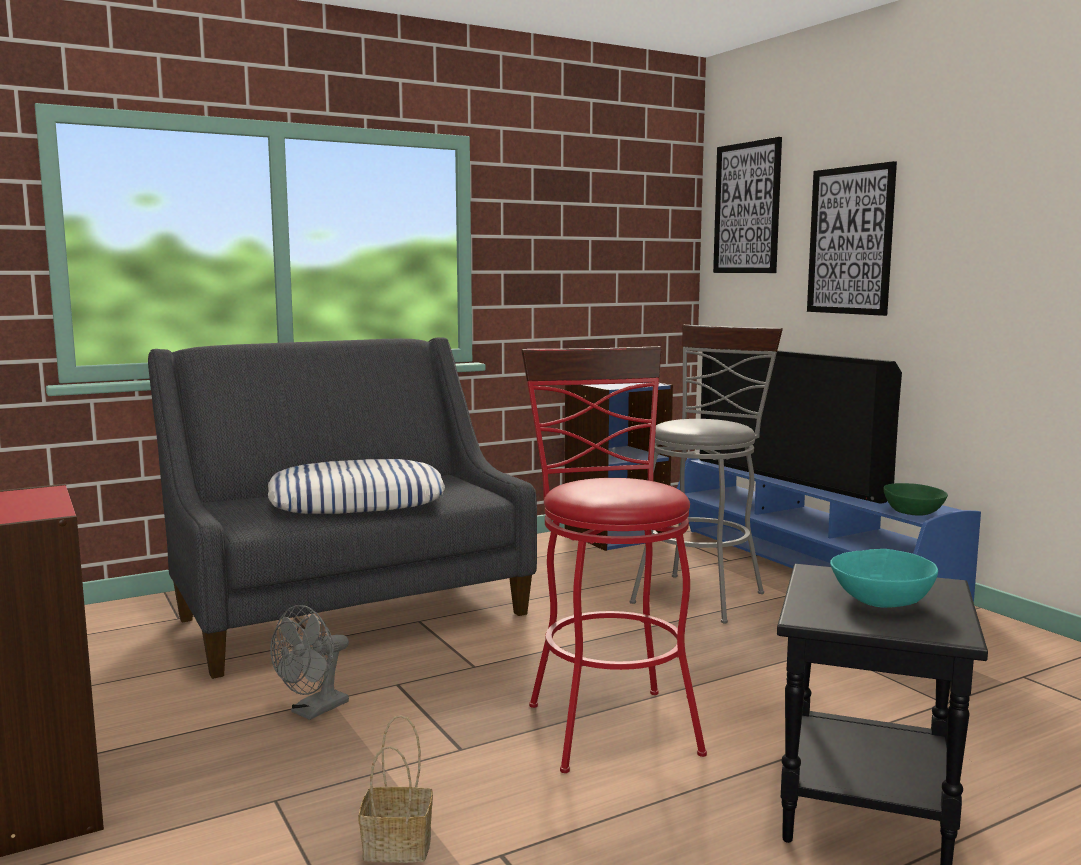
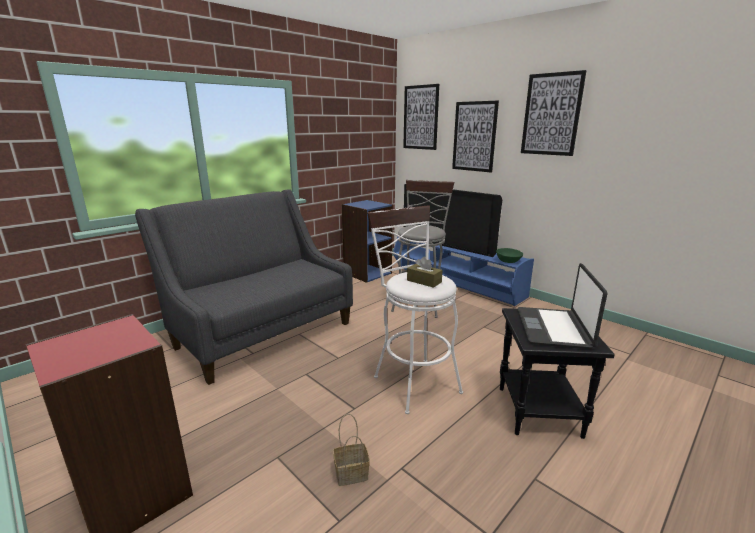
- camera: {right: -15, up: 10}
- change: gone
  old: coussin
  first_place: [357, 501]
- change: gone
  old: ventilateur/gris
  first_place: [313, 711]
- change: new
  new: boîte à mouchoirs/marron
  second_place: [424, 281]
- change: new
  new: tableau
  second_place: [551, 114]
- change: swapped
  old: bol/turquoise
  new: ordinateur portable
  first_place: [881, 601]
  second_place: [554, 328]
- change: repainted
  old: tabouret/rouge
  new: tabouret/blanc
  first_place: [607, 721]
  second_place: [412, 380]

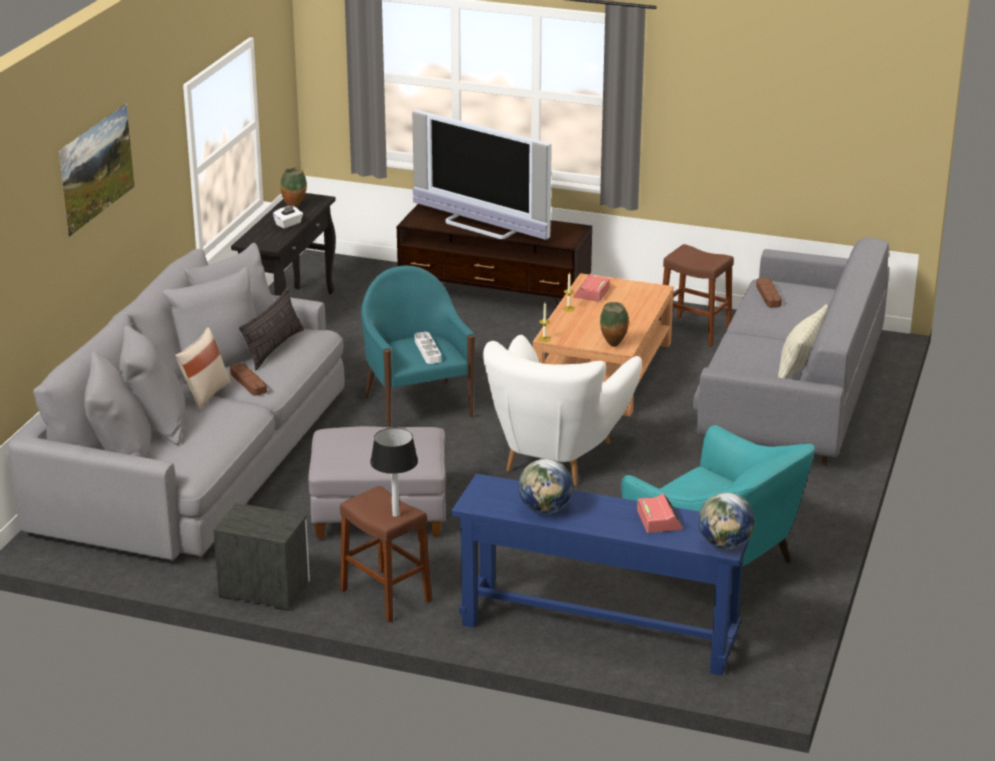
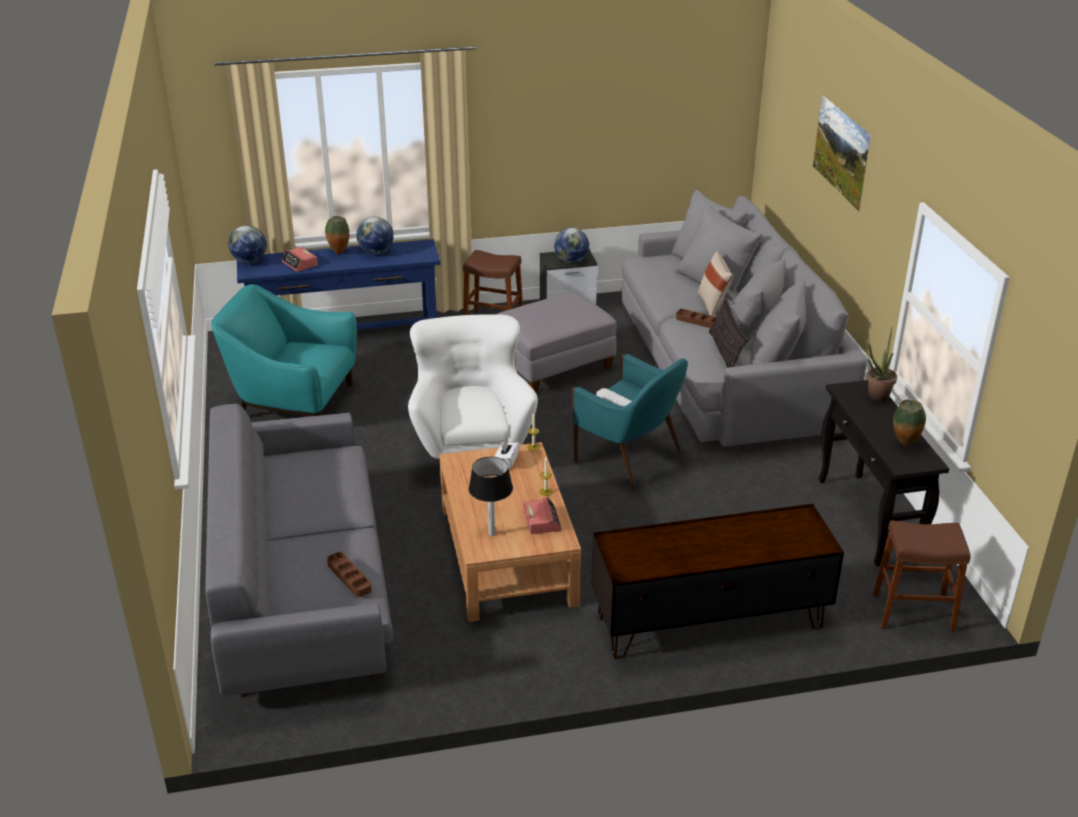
- camera: {right: 150, up: 5}
- change: gone
  old: téléviseur
  first_place: [482, 226]
- change: gone
  old: coussin
  first_place: [800, 367]
- change: new
  new: globe
  second_place: [571, 261]
- change: new
  new: plante en pot
  second_place: [875, 397]
- change: shifted
  old: boîte à mouchoirs/blanc
  first_place: [288, 224]
  second_place: [506, 461]
- change: shifted
  old: lampe de table
  first_place: [395, 515]
  second_place: [491, 533]
- change: shifted
  old: vase
  first_place: [613, 346]
  second_place: [339, 252]
- change: shifted
  old: tabouret/marron
  first_place: [694, 331]
  second_place: [913, 612]

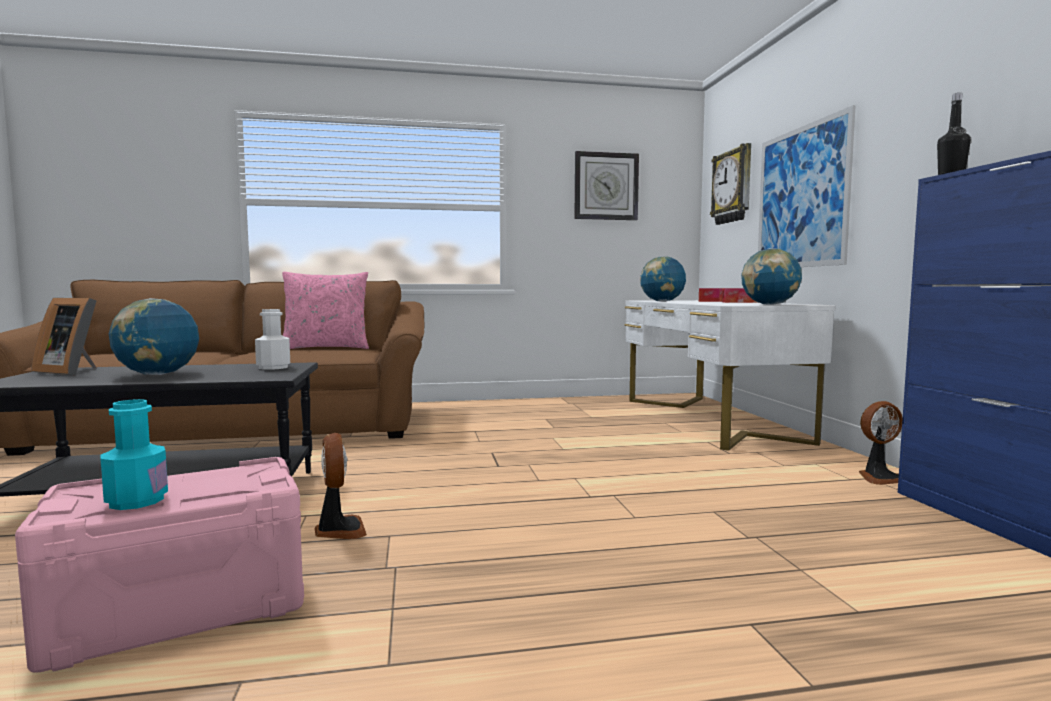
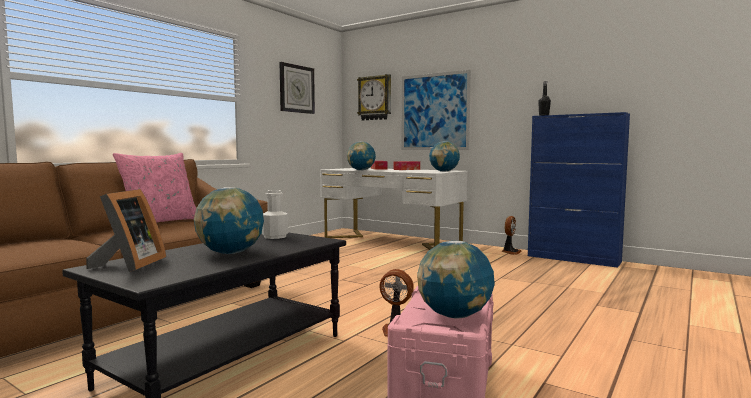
- camera: {right: -45, up: 0}
- change: swapped
  old: bouteille/turquoise
  new: globe
  first_place: [136, 501]
  second_place: [454, 315]
- change: rotated
  old: cadre photo
  first_place: [73, 371]
  second_place: [129, 265]
  degrees: -60

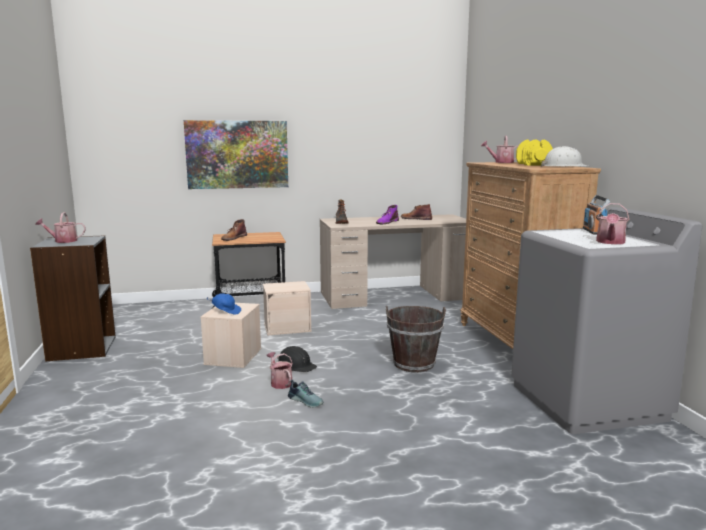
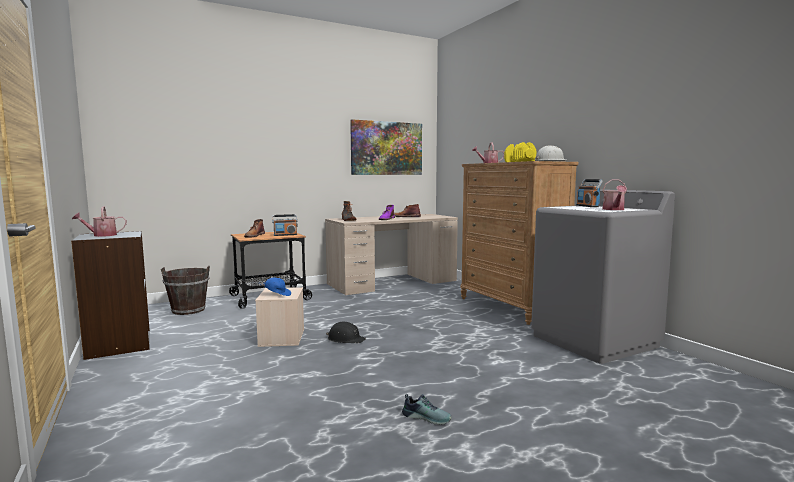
- camera: {right: -15, up: -5}
- change: gone
  old: boîte de rangement/beige
  first_place: [287, 327]
- change: gone
  old: arrosoir
  first_place: [280, 382]
- change: new
  new: radio
  second_place: [285, 235]
- change: shifted
  old: tableau
  first_place: [237, 154]
  second_place: [387, 148]
- change: shifted
  old: chaussure
  first_place: [306, 401]
  second_place: [427, 417]
- change: shifted
  old: seau/marron
  first_place: [413, 364]
  second_place: [188, 310]

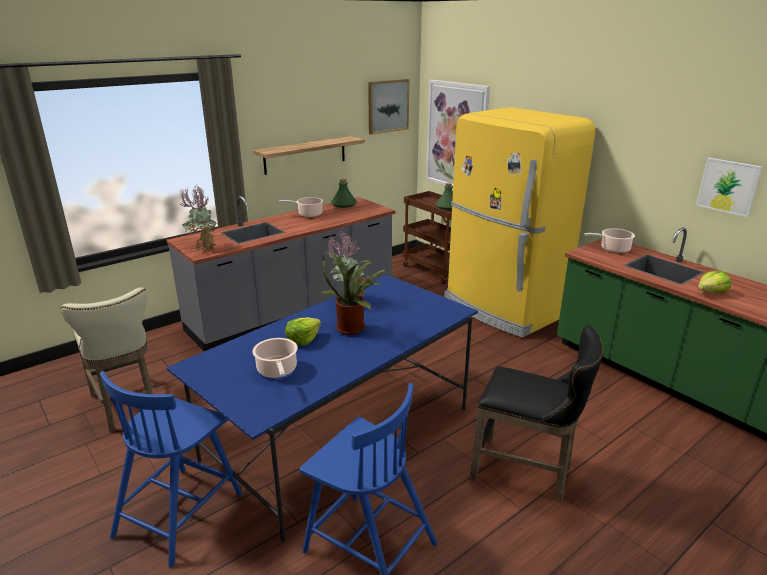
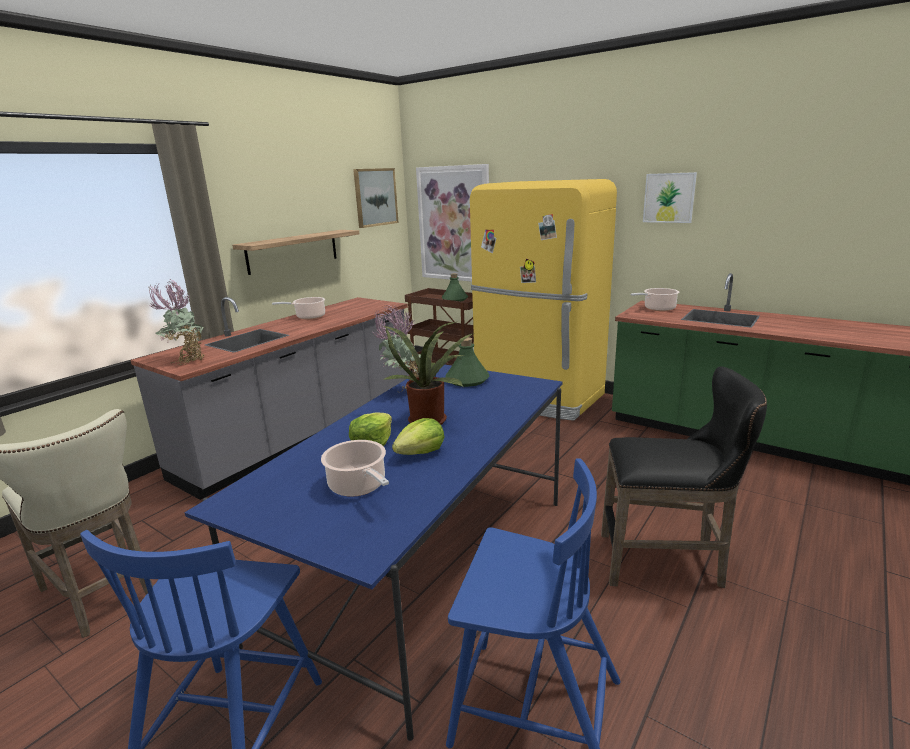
- camera: {right: -15, up: -5}
- change: shifted
  old: bouteille/vert
  first_place: [343, 204]
  second_place: [467, 380]
- change: shifted
  old: tableau
  first_place: [728, 186]
  second_place: [669, 198]
- change: shifted
  old: laitue
  first_place: [711, 292]
  second_place: [421, 452]

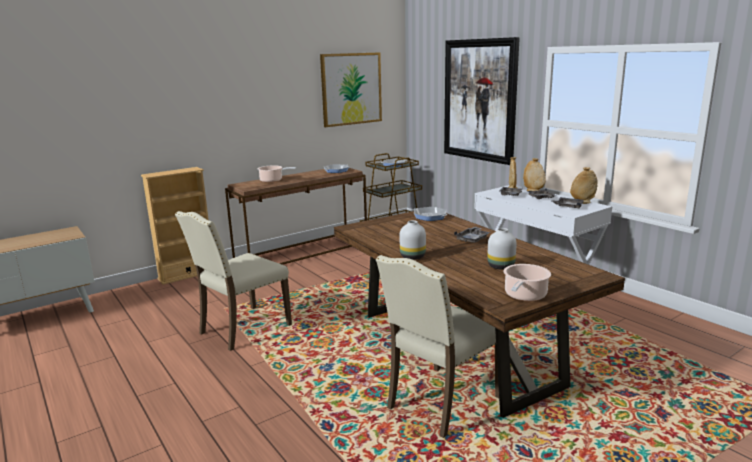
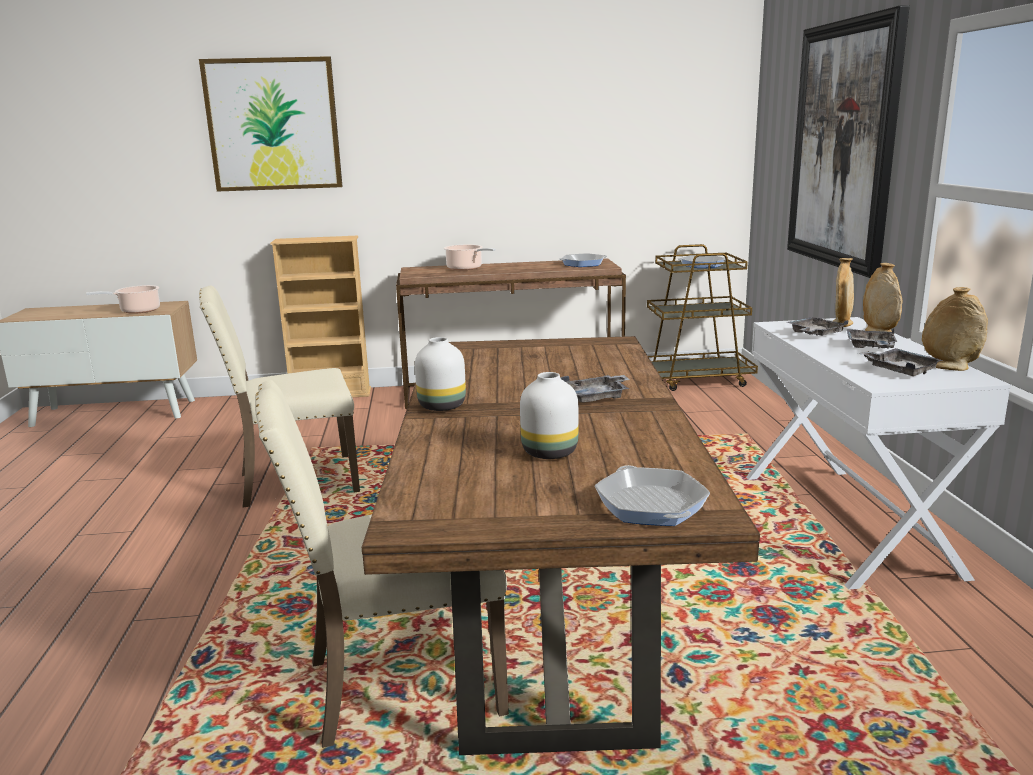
- camera: {right: 30, up: 0}
- change: shifted
  old: tableau
  first_place: [351, 89]
  second_place: [273, 125]
- change: shifted
  old: poêle
  first_place: [430, 216]
  second_place: [651, 505]
- change: shifted
  old: marmite
  first_place: [524, 296]
  second_place: [137, 311]

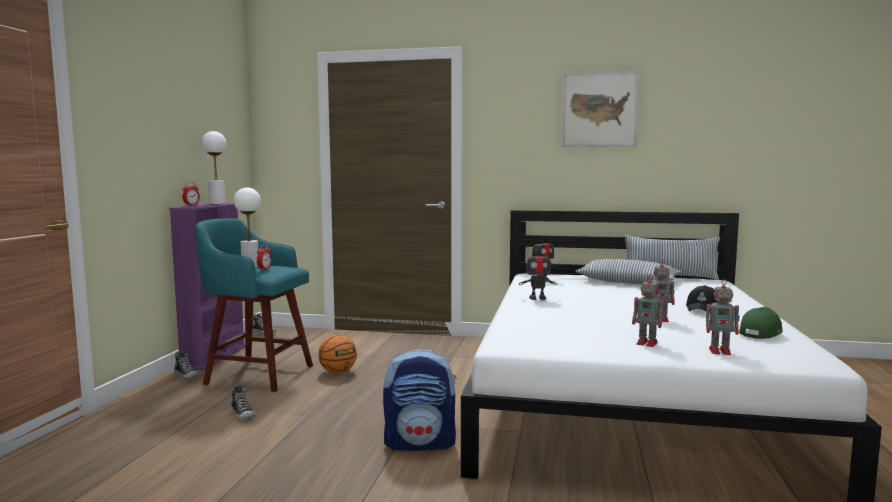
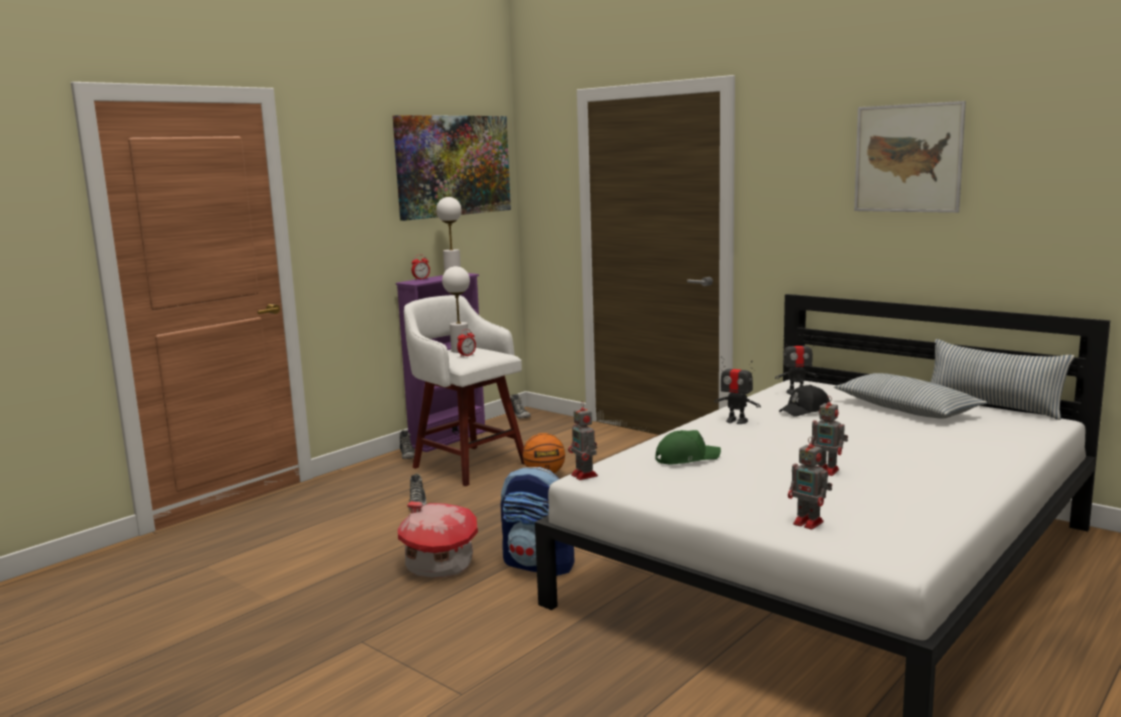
- camera: {right: 30, up: 5}
- change: new
  new: tableau
  second_place: [453, 166]
- change: new
  new: maison miniature
  second_place: [438, 566]
- change: shifted
  old: robot jouet
  first_place: [648, 343]
  second_place: [585, 476]
- change: shifted
  old: casquette/noir
  first_place: [703, 308]
  second_place: [805, 410]
- change: shifted
  old: casquette/vert
  first_place: [760, 332]
  second_place: [686, 458]
- change: repainted
  old: tabouret/turquoise
  new: tabouret/blanc
  first_place: [257, 374]
  second_place: [468, 464]

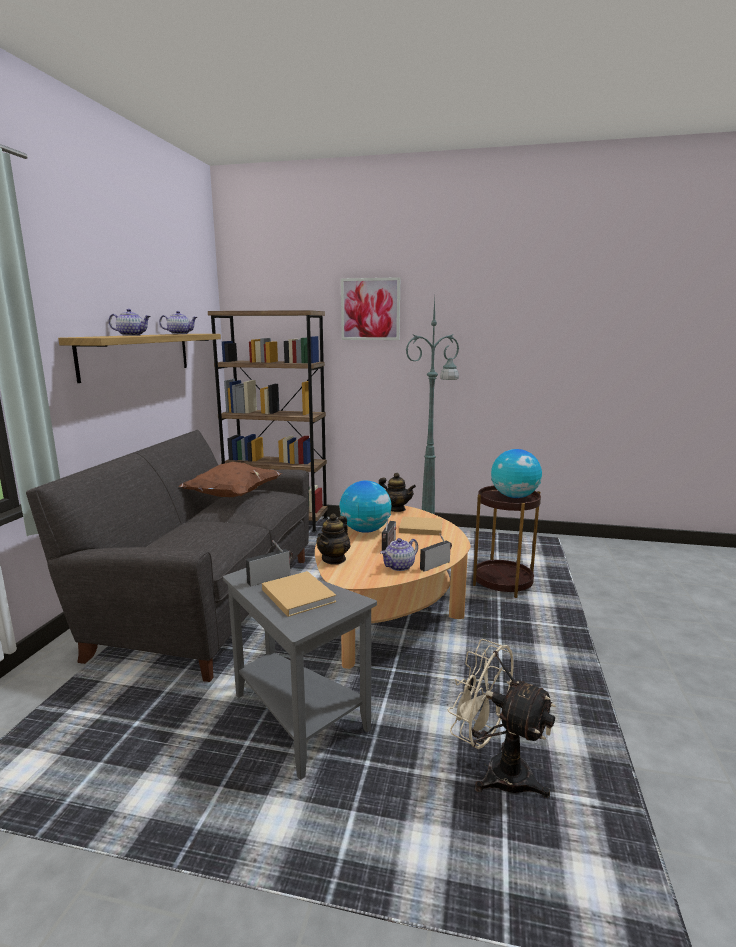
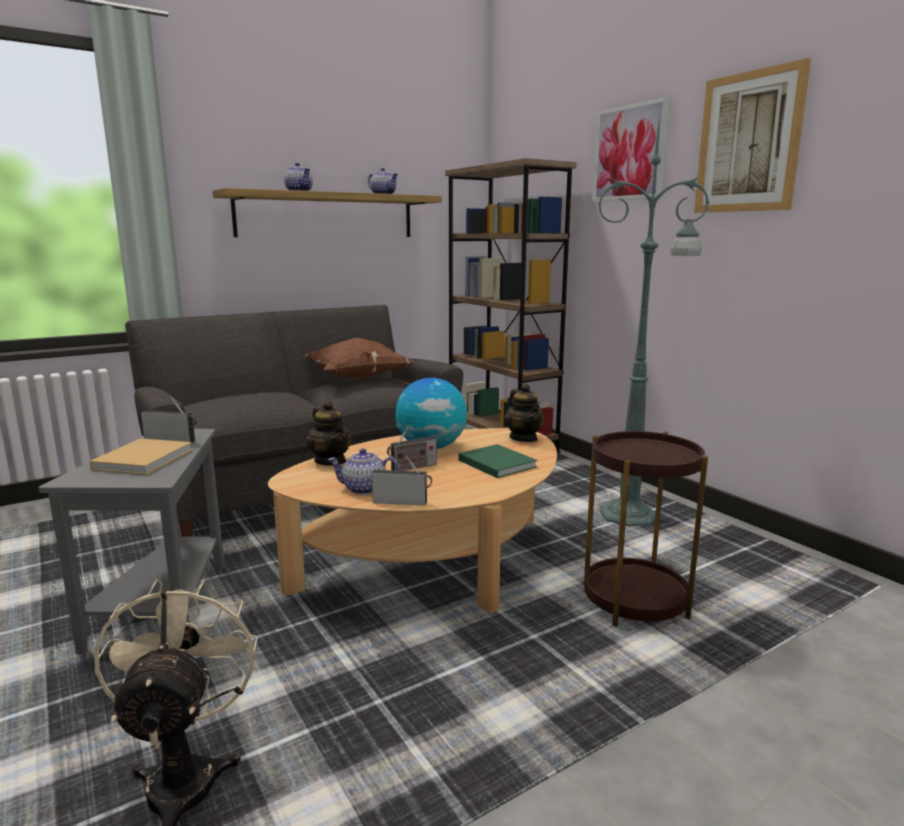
- camera: {right: 45, up: 0}
- change: gone
  old: globe
  first_place: [514, 497]
- change: new
  new: tableau
  second_place: [748, 142]
- change: repainted
  old: livre/beige
  new: livre/vert
  first_place: [419, 527]
  second_place: [495, 463]
- change: rotated
  old: théière
  first_place: [334, 559]
  second_place: [330, 461]
  degrees: -105

